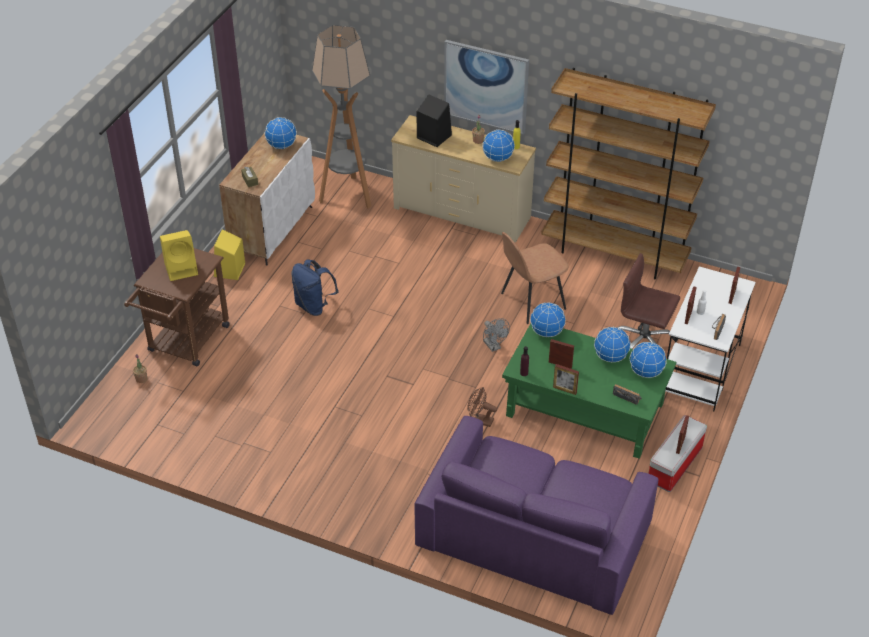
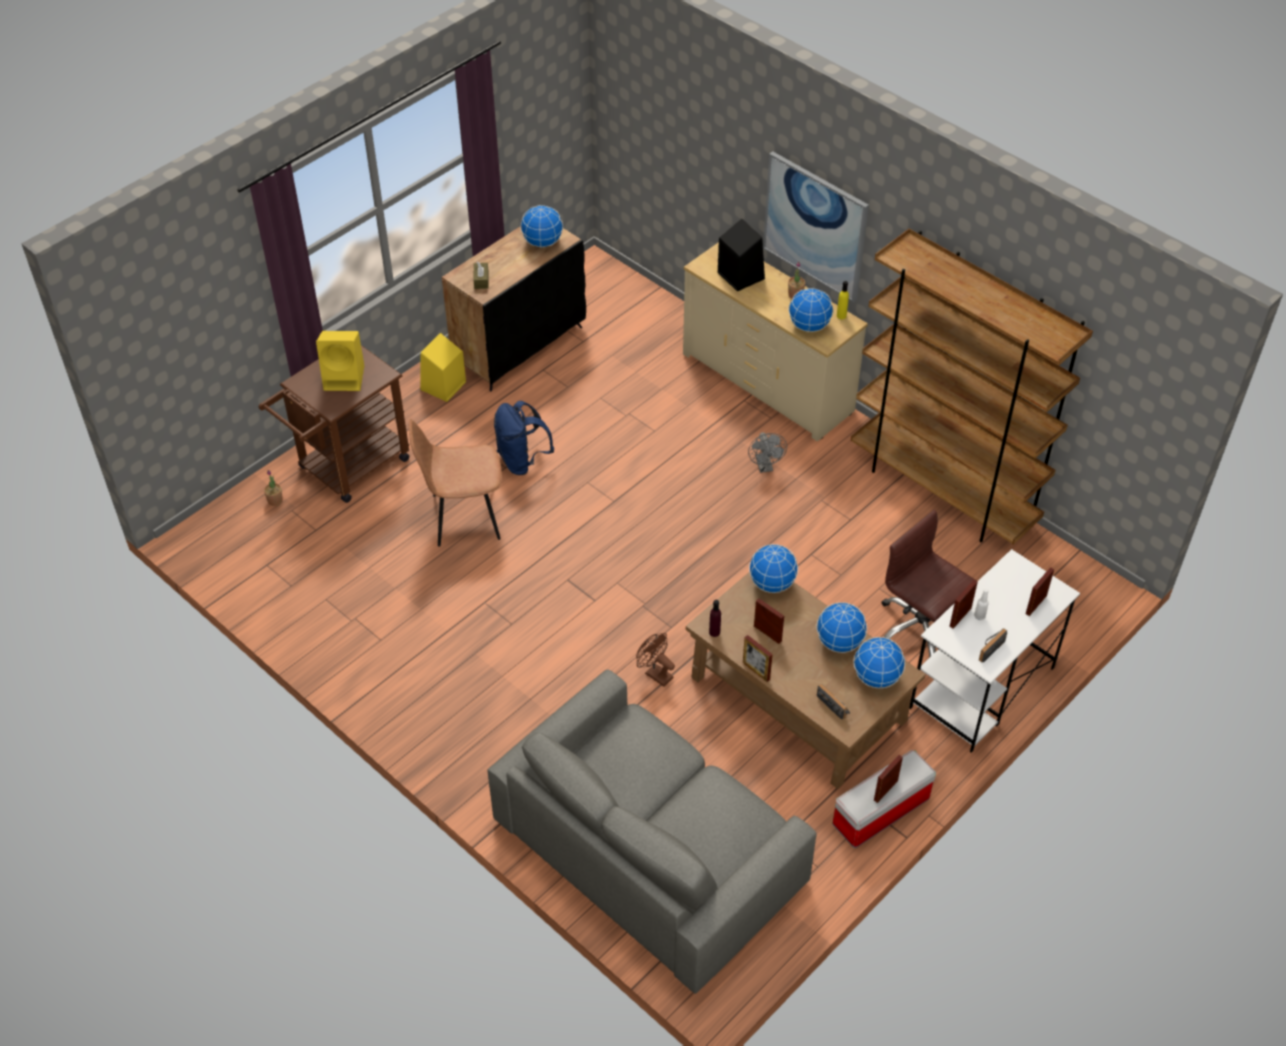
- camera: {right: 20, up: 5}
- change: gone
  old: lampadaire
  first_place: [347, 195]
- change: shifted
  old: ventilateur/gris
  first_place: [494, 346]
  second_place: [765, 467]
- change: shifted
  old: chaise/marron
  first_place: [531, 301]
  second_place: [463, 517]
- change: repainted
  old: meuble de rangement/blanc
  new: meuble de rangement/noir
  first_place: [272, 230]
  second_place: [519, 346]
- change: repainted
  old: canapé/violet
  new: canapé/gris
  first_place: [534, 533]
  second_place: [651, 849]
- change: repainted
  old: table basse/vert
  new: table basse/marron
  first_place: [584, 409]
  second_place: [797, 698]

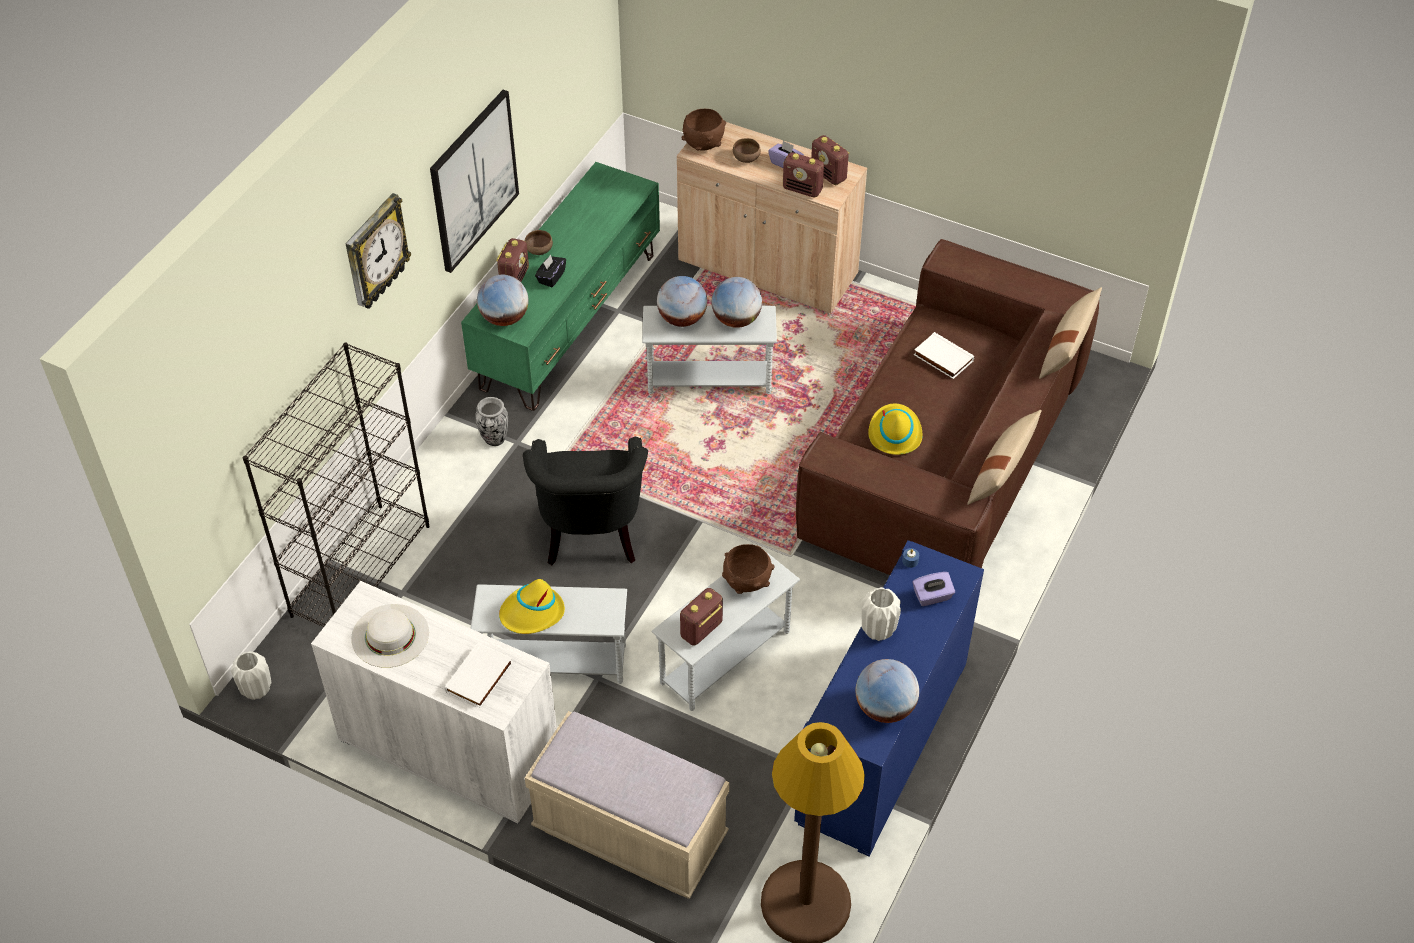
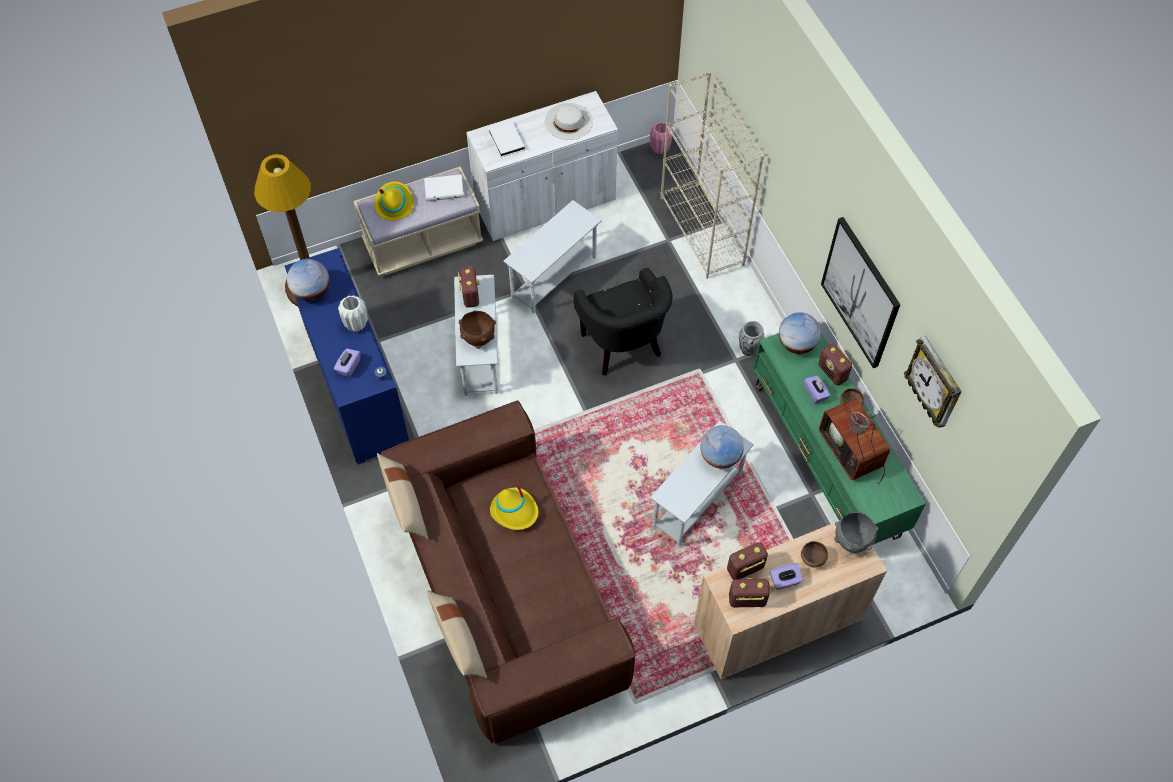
- camera: {right: 130, up: 10}
- change: gone
  old: globe
  first_place: [736, 320]
- change: new
  new: téléviseur
  second_place: [853, 451]
- change: shifted
  old: horloge murale
  first_place: [375, 253]
  second_place: [934, 383]
- change: shifted
  old: chapeau/jaune
  first_place: [532, 613]
  second_place: [394, 204]
- change: shifted
  old: livre/blanc
  first_place: [942, 358]
  second_place: [444, 189]
- change: repainted
  old: vase/blanc
  new: vase/rose
  first_place: [257, 690]
  second_place: [660, 149]
- change: repainted
  old: bibliothèque/noir
  new: bibliothèque/beige
  first_place: [361, 569]
  second_place: [702, 231]
- change: repainted
  old: boîte à mouchoirs/noir
  new: boîte à mouchoirs/violet
  first_place: [551, 277]
  second_place: [815, 393]
- change: repainted
  old: bol/marron
  new: bol/gris
  first_place: [703, 145]
  second_place: [852, 541]
- change: rotated
  old: fauteuil/noir
  first_place: [591, 539]
  second_place: [623, 348]
  degrees: -150

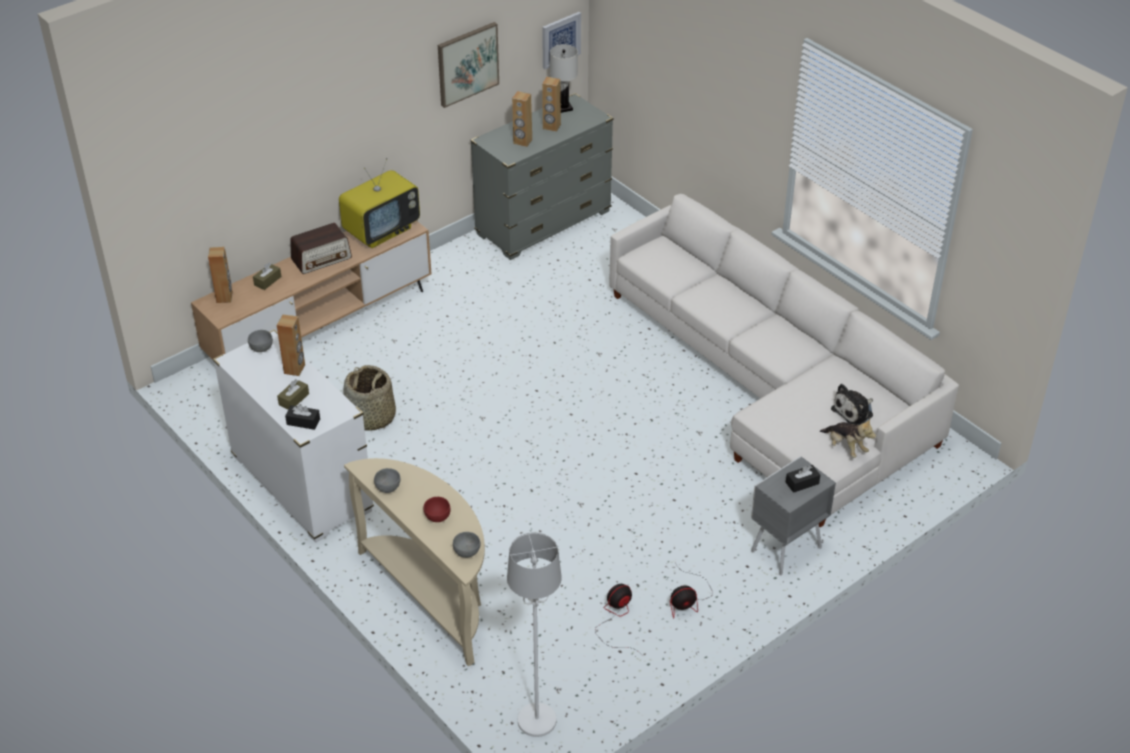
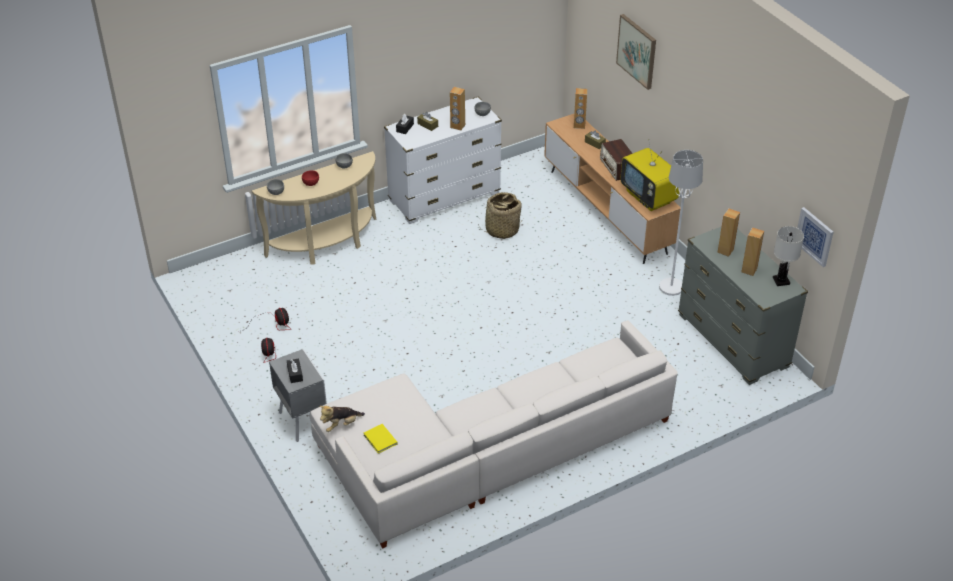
- camera: {right: 100, up: 0}
- change: shifted
  old: tableau
  first_place: [467, 64]
  second_place: [637, 51]
- change: shifted
  old: lampadaire/blanc
  first_place: [536, 720]
  second_place: [671, 287]
- change: swapped
  old: peluche
  new: livre/jaune
  first_place: [854, 412]
  second_place: [380, 440]

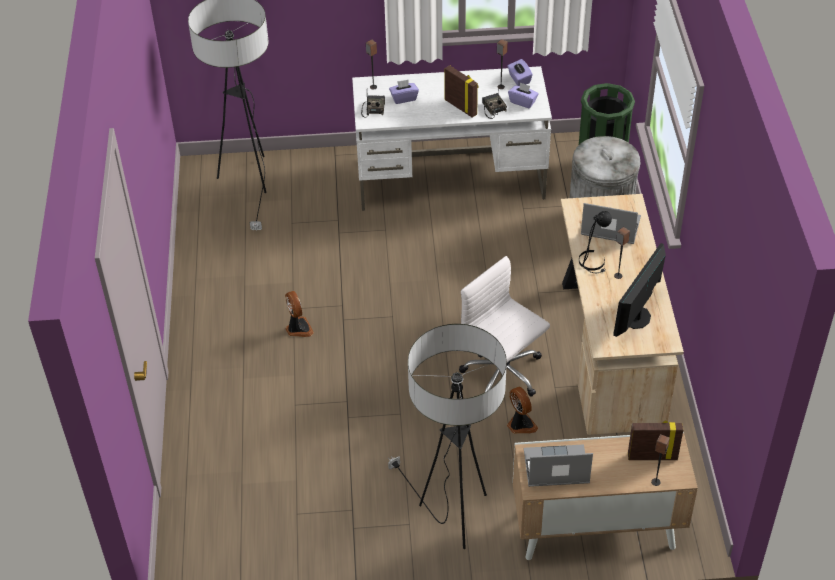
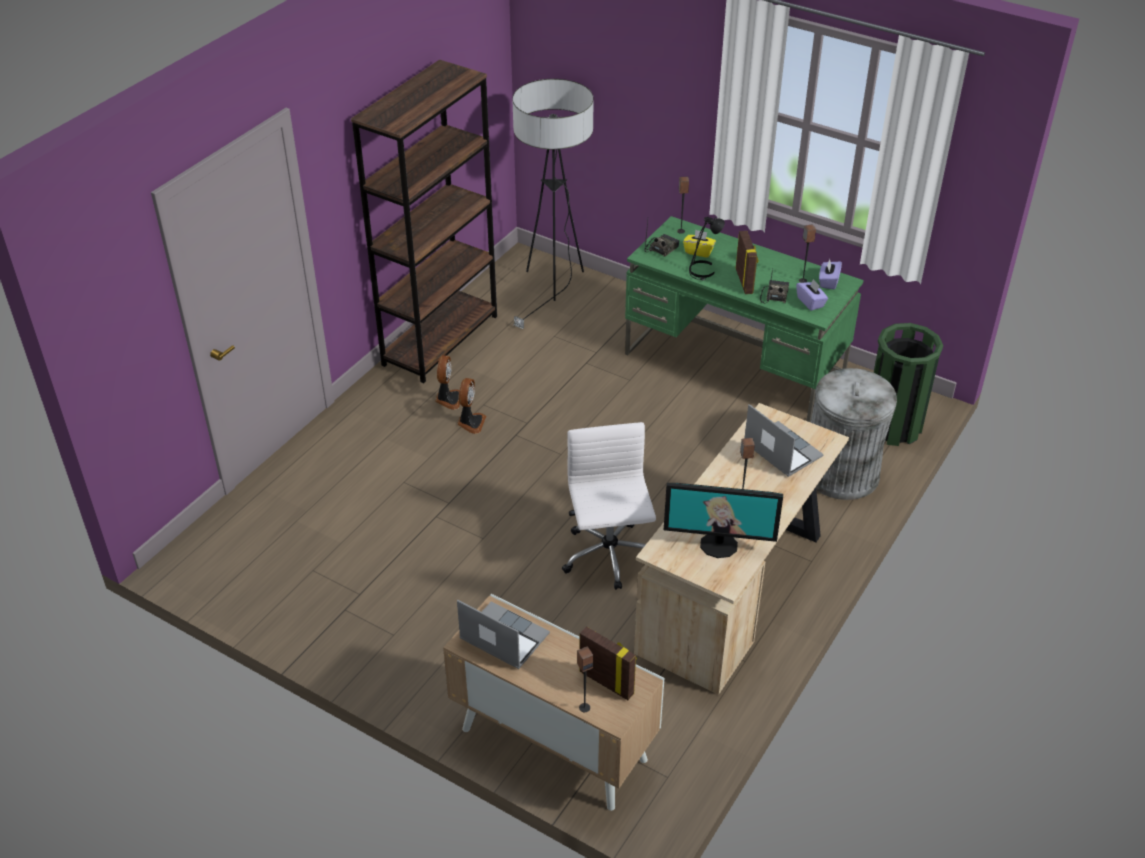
- camera: {right: 35, up: -5}
- change: gone
  old: lampadaire
  first_place: [453, 516]
- change: new
  new: bibliothèque/marron
  second_place: [440, 340]
- change: shifted
  old: ventilateur
  first_place: [520, 424]
  second_place: [448, 399]
- change: shifted
  old: lampe de table/noir
  first_place: [593, 262]
  second_place: [702, 271]
- change: repainted
  old: bureau/blanc
  new: bureau/vert
  first_place: [451, 179]
  second_place: [735, 366]
- change: repainted
  old: boîte à mouchoirs/violet
  new: boîte à mouchoirs/jaune
  first_place: [404, 98]
  second_place: [698, 251]
- change: rotated
  old: écran d'ordinateur
  first_place: [636, 318]
  second_place: [719, 544]
  degrees: -150

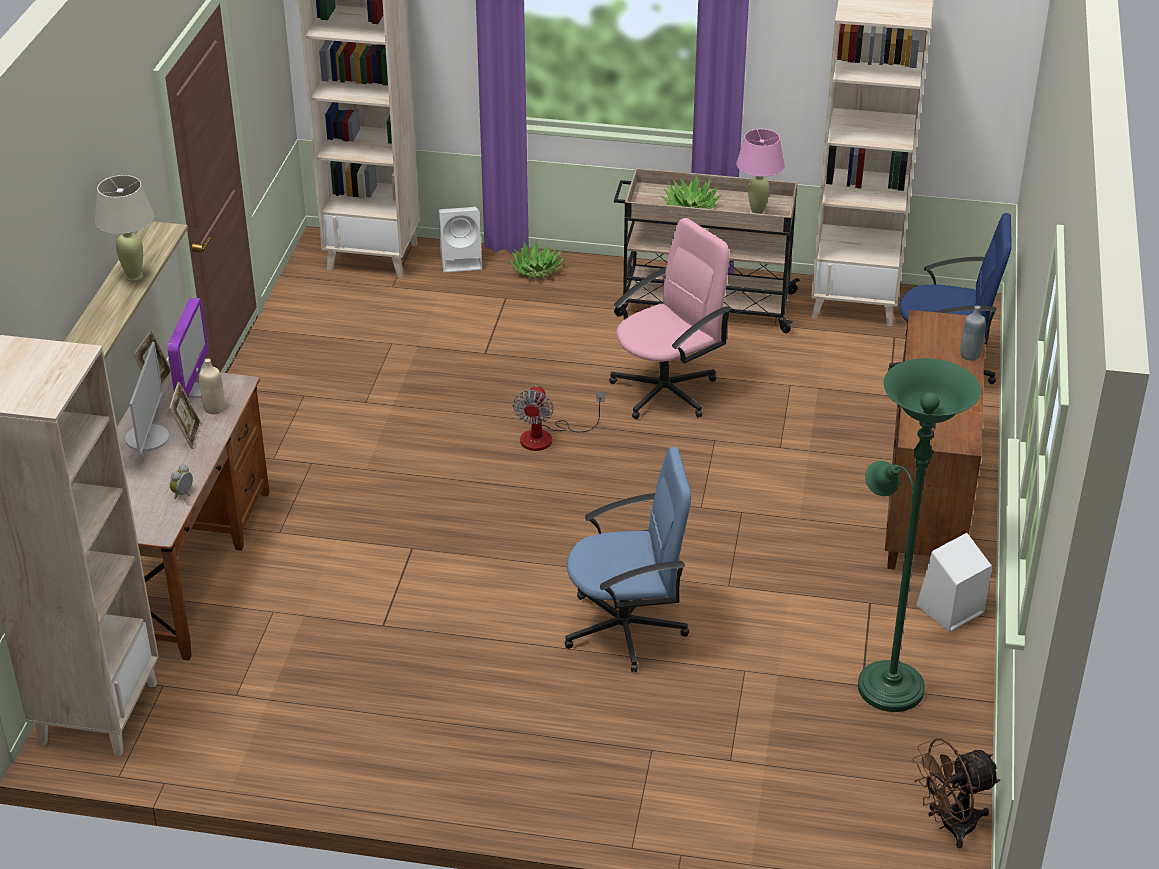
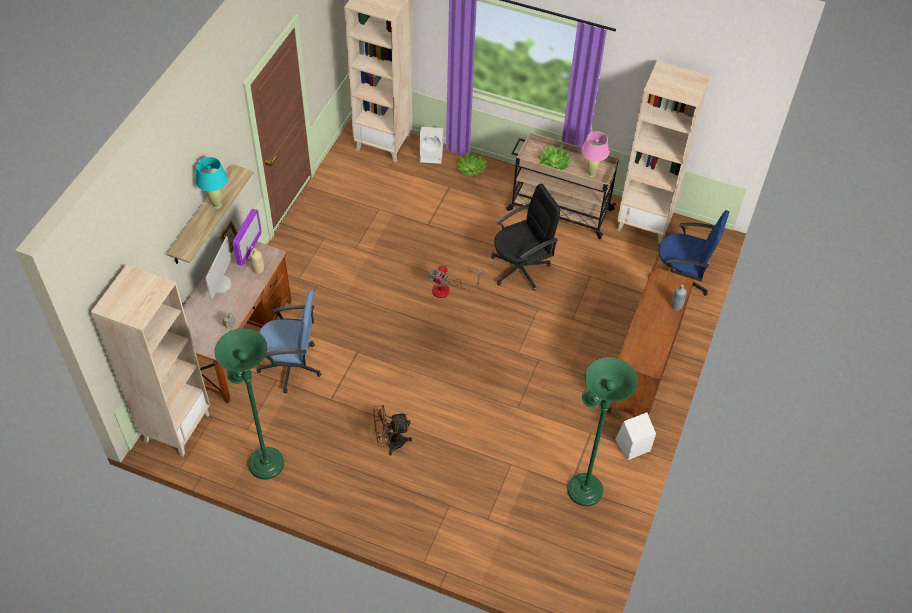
- camera: {right: 10, up: 15}
- change: gone
  old: cadre photo
  first_place: [188, 435]
- change: new
  new: lampadaire/vert
  second_place: [264, 460]
- change: shifted
  old: chaise de bureau/bleu
  first_place: [626, 628]
  second_place: [291, 366]
- change: shifted
  old: ventilateur/marron
  first_place: [949, 825]
  second_place: [390, 442]
- change: repainted
  old: lampe de table/beige
  new: lampe de table/turquoise
  first_place: [133, 276]
  second_place: [216, 205]
- change: repainted
  old: chaise de bureau/rose
  new: chaise de bureau/noir
  first_place: [666, 391]
  second_place: [520, 268]

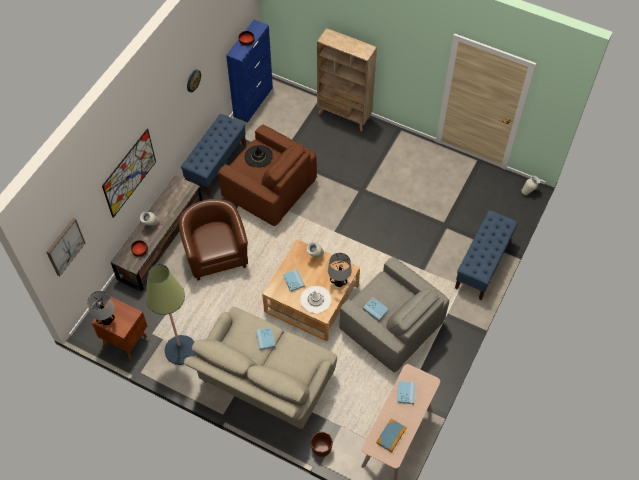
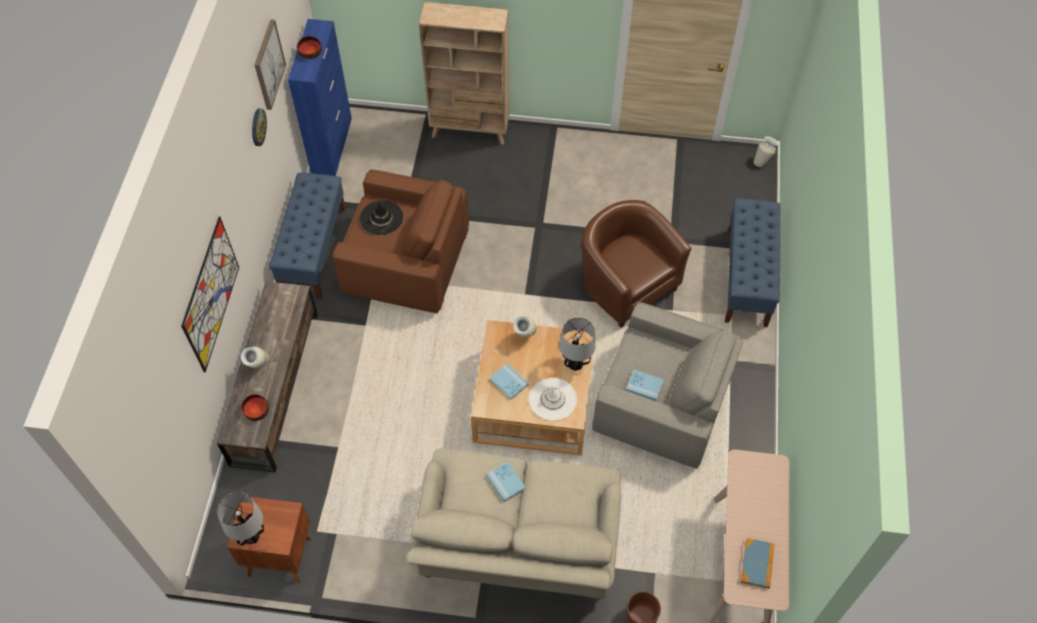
- camera: {right: -20, up: 0}
- change: gone
  old: lampadaire
  first_place: [180, 350]
- change: gone
  old: livre/bleu
  first_place: [406, 393]
- change: shifted
  old: tableau
  first_place: [65, 246]
  second_place: [268, 64]
- change: shifted
  old: fauteuil/marron
  first_place: [216, 254]
  second_place: [626, 285]

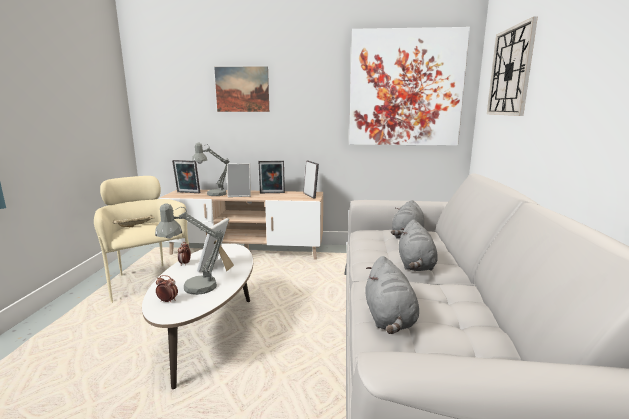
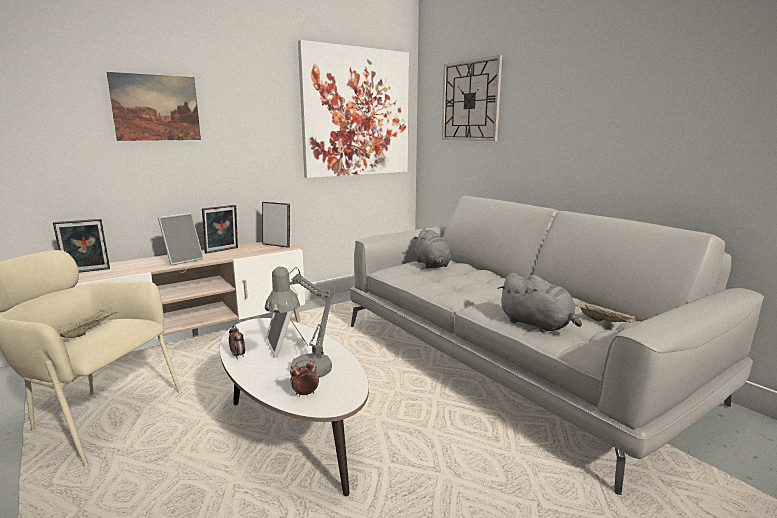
- camera: {right: -40, up: 0}
- change: gone
  old: lampe de table/gris
  first_place: [212, 194]
- change: gone
  old: peluche/gris
  first_place: [415, 265]
- change: new
  new: plateau/beige
  second_place: [604, 321]

